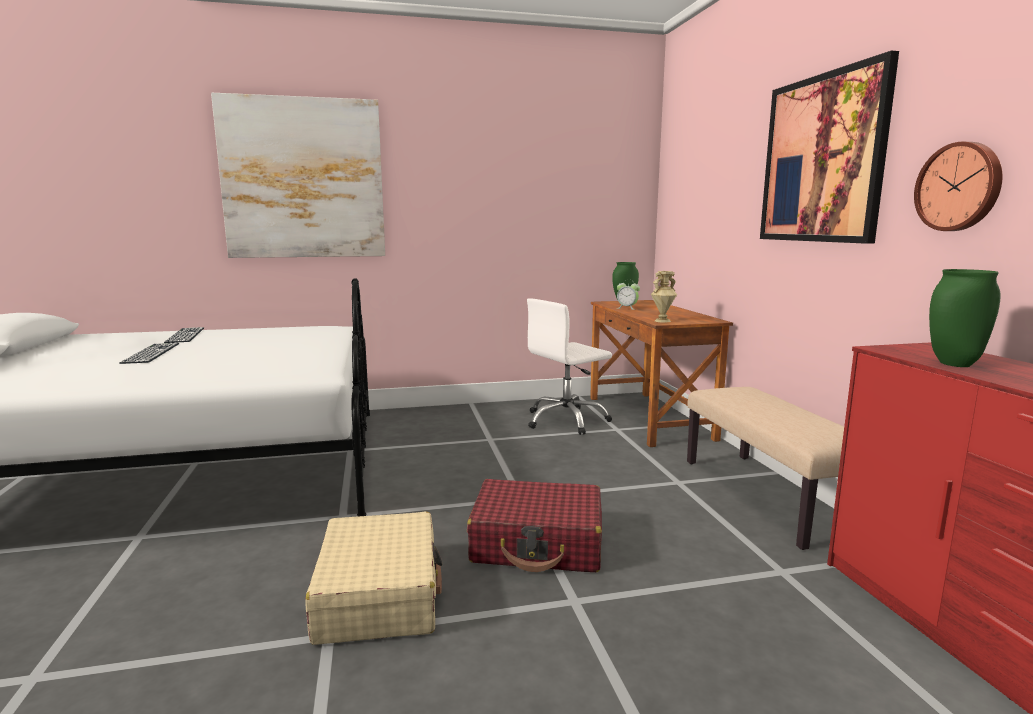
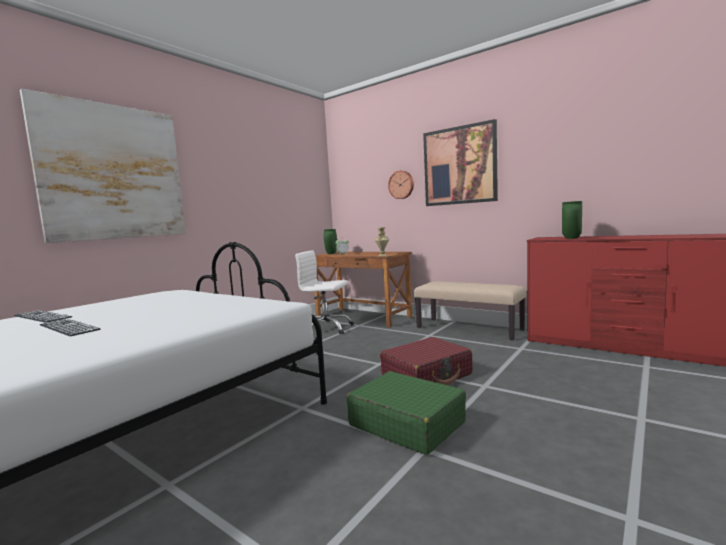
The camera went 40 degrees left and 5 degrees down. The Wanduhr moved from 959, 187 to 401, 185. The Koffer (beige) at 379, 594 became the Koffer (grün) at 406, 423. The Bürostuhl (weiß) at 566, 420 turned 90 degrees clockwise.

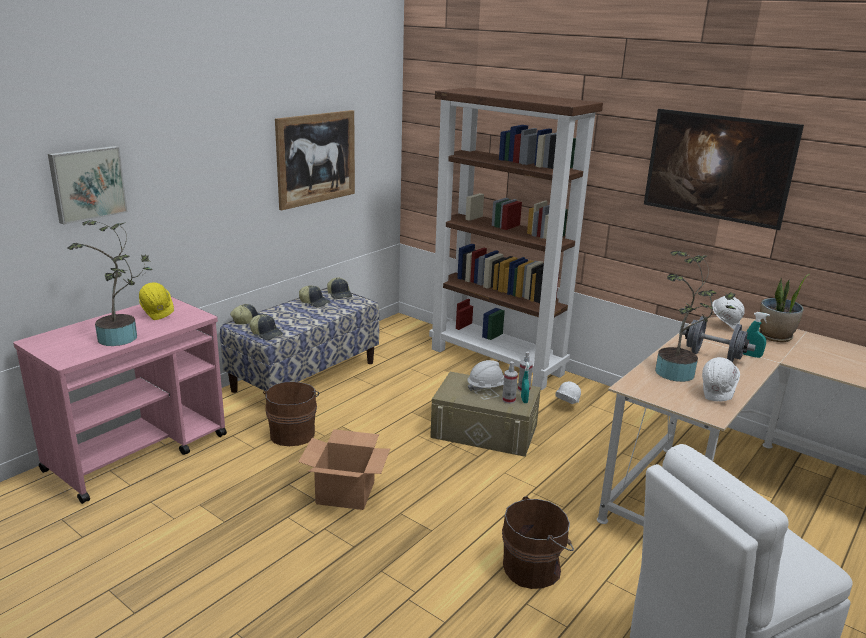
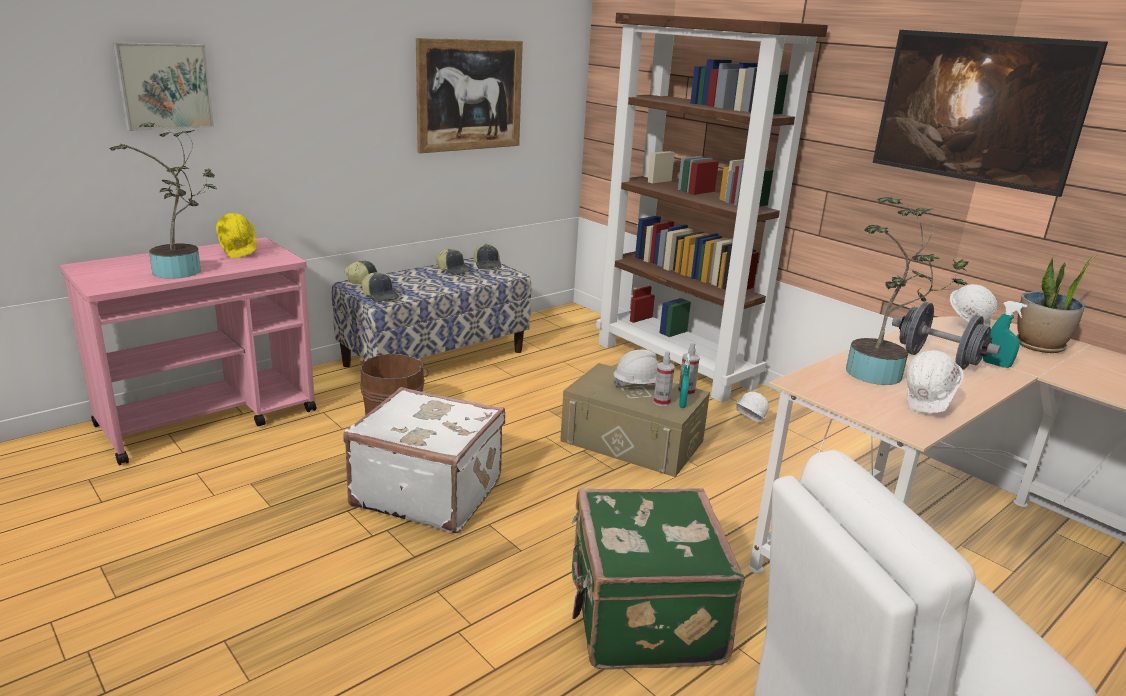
The camera went 10 degrees right and 0 degrees up. The Karton at 344, 493 was replaced by the Koffer (weiß) at 428, 492. The Eimer (braun) at 534, 567 was replaced by the Koffer (grün) at 642, 616.

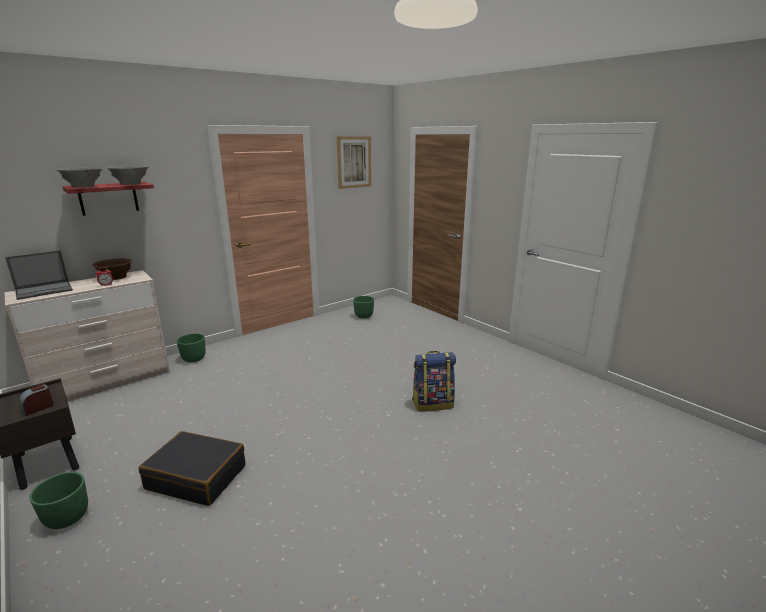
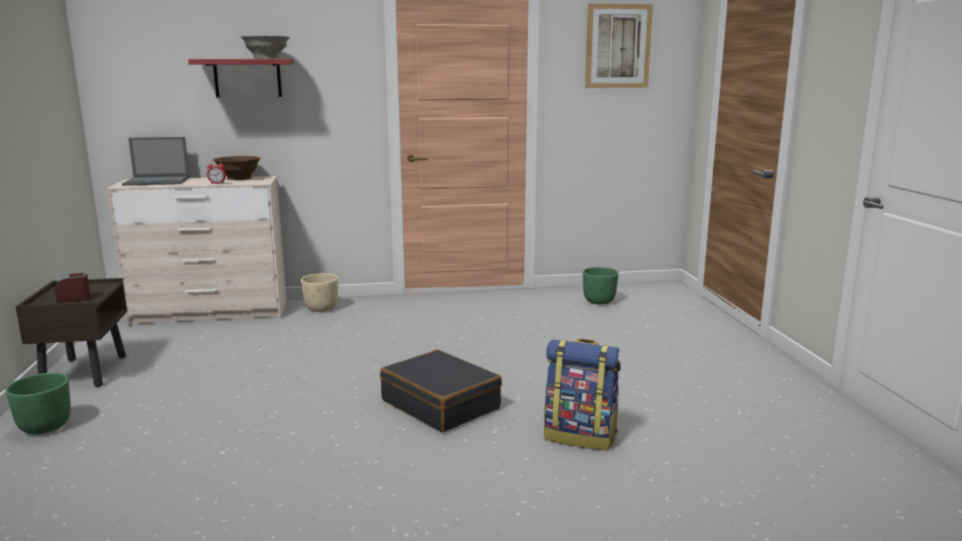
The camera went 30 degrees right and 5 degrees down. The Schüssel (grau) at 83, 186 disappeared. The Koffer (schwarz) moved from 197, 477 to 441, 404. The Pflanzkübel (grün) at 194, 359 became the Pflanzkübel (beige) at 321, 309.

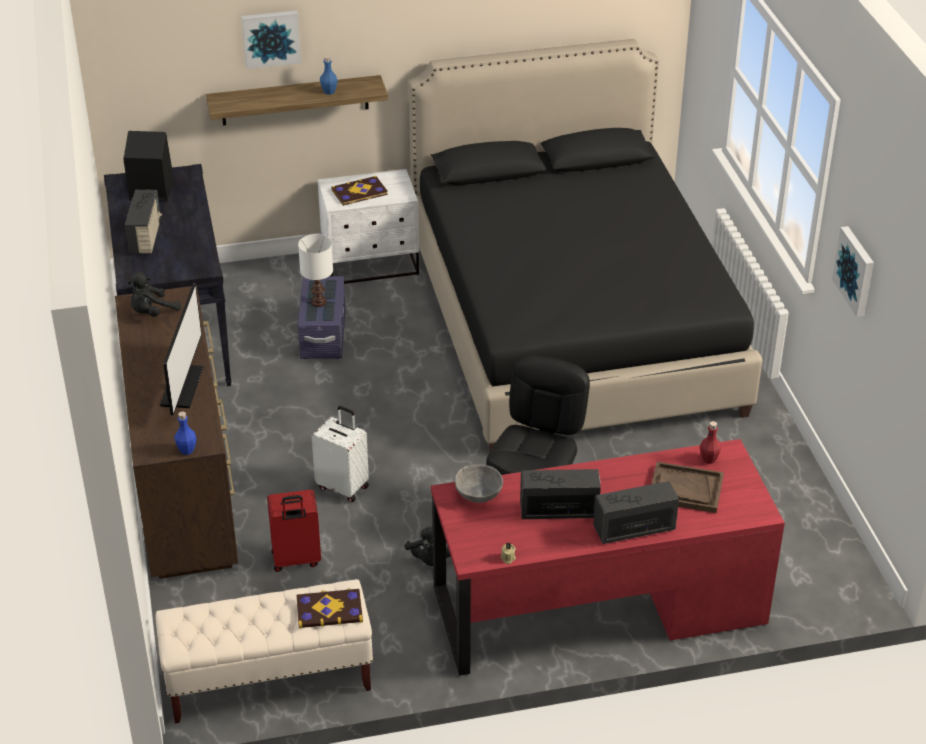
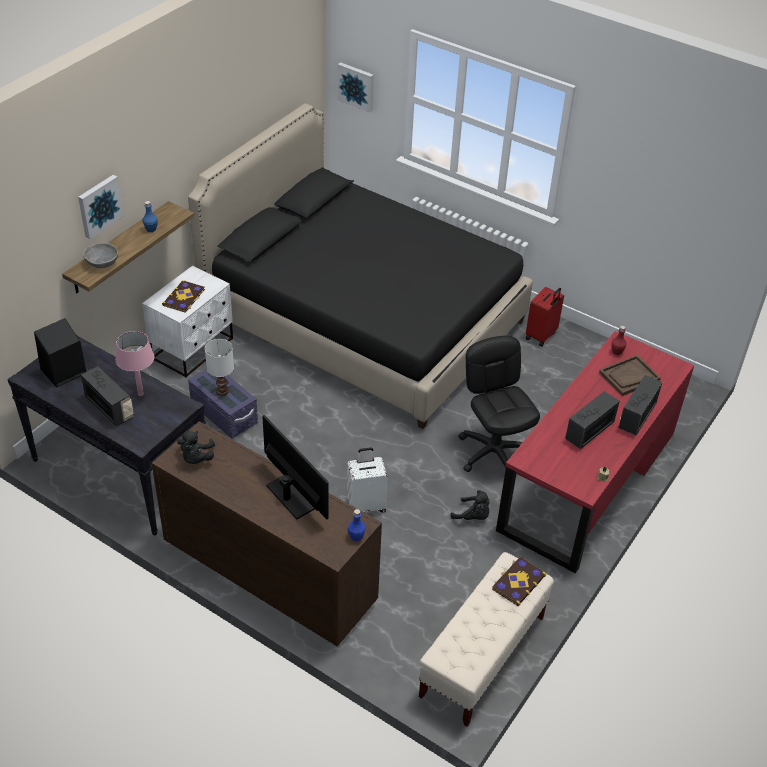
The camera went 45 degrees left and 5 degrees up. The Tischlampe (rosa) at 141, 394 appeared. The Koffer (rot) moved from 296, 560 to 541, 336. The Schüssel (grau) moved from 478, 493 to 101, 263. The Bild moved from 856, 270 to 356, 86.

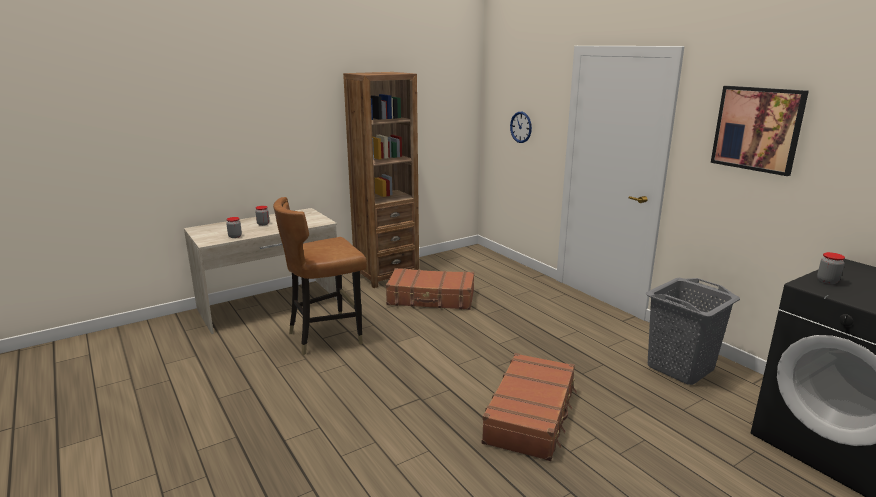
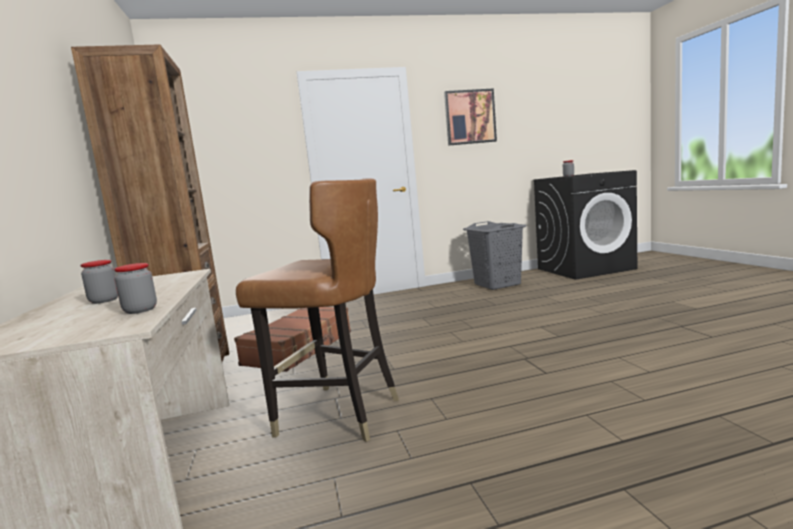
The camera went 70 degrees left and 10 degrees down. The Koffer (braun) at 531, 415 disappeared. The Wanduhr at 521, 127 disappeared. The Stuhl (braun) at 326, 336 turned 60 degrees counterclockwise.

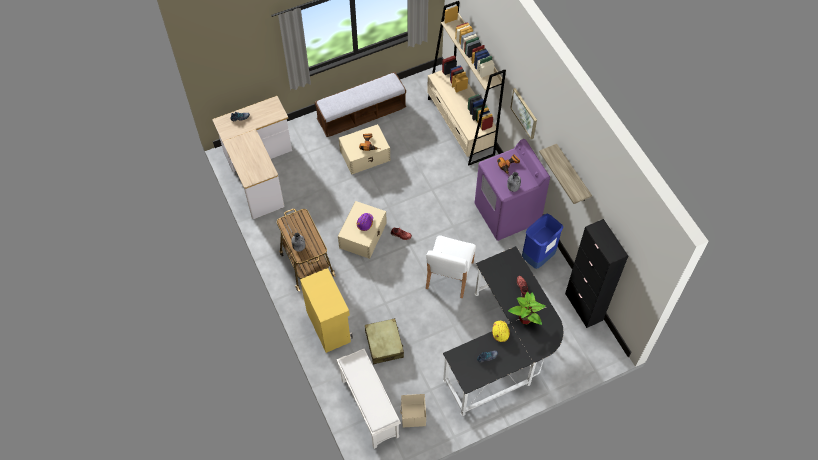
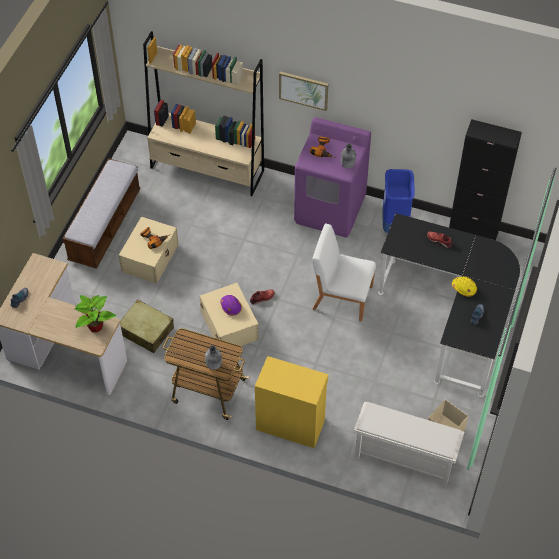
The camera went 45 degrees left and 5 degrees down. The Wandregal at 572, 174 disappeared. The Koffer (beige) moved from 384, 344 to 146, 331. The Topfpflanze moved from 526, 318 to 96, 326. The Stuhl (weiß) at 449, 275 turned 135 degrees clockwise.

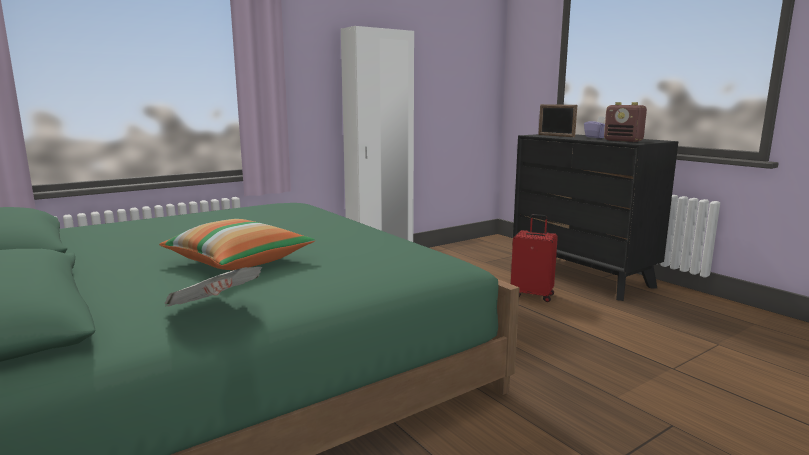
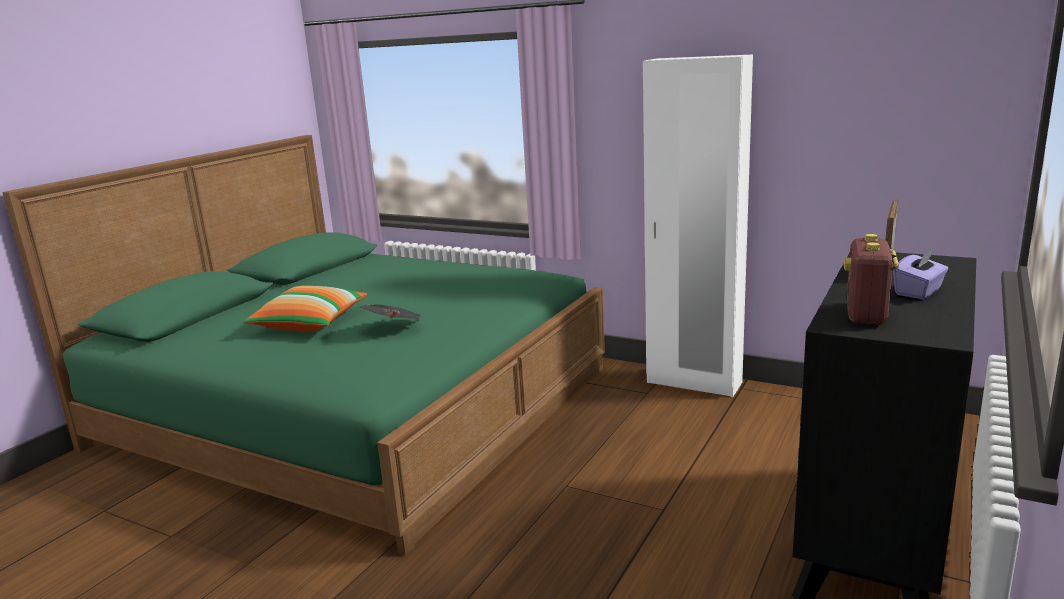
The camera went 65 degrees right and 5 degrees up. The Koffer (rot) at 532, 295 disappeared. The Zeitung moved from 215, 312 to 395, 329.

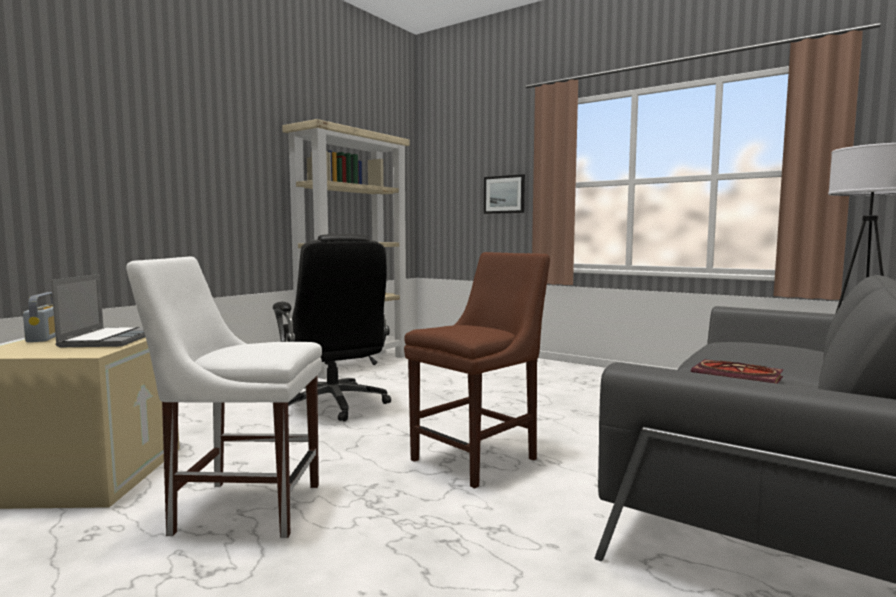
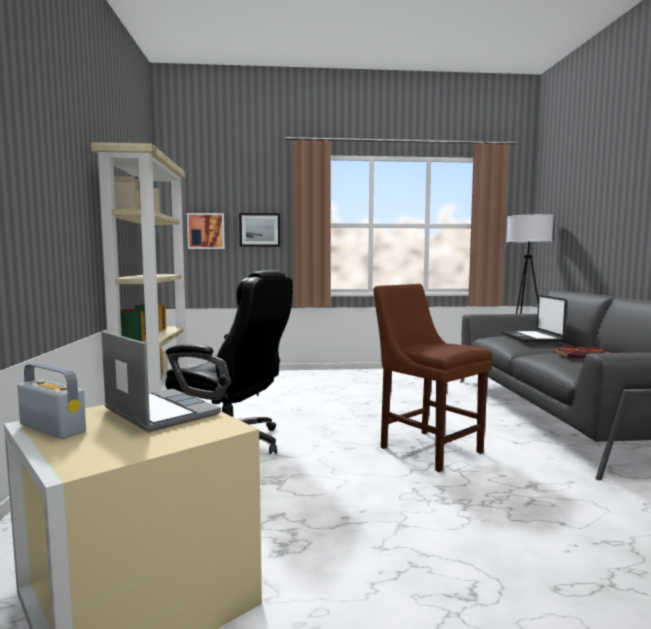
The camera went 40 degrees left and 0 degrees up. The Stuhl (weiß) at 241, 507 disappeared. The Bild at 206, 231 appeared. The Laptop at 532, 337 appeared. The Stuhl (braun) at 479, 458 turned 45 degrees counterclockwise.

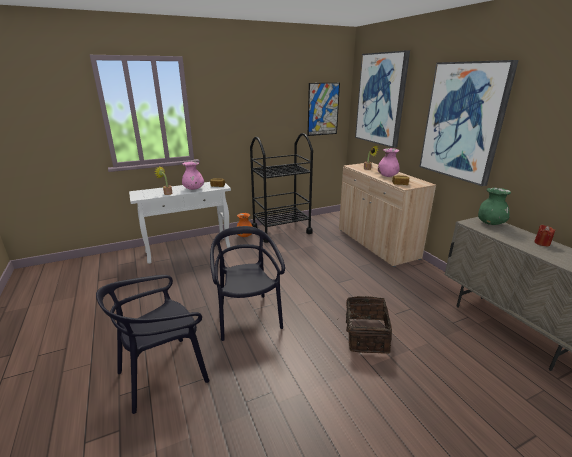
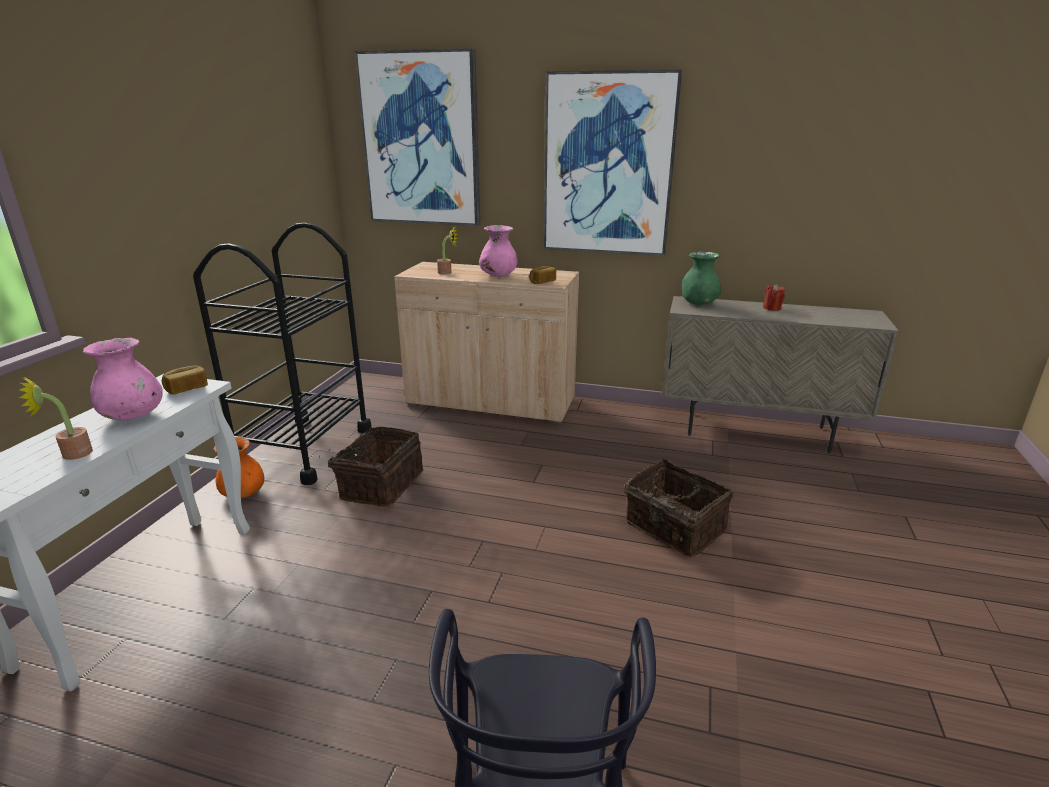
The camera went 50 degrees left and 0 degrees up. The Stuhl (schwarz) at 247, 317 disappeared. The Bild at 323, 109 disappeared. The Korb at 379, 485 appeared.

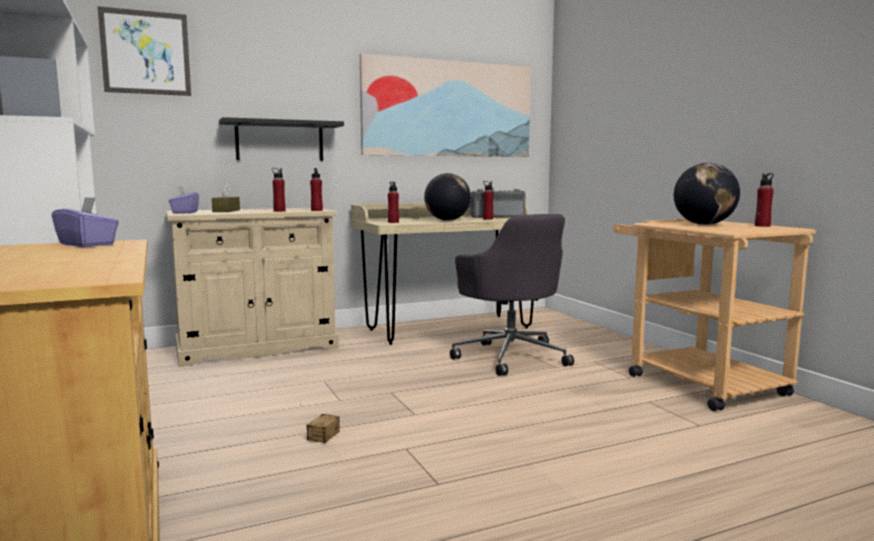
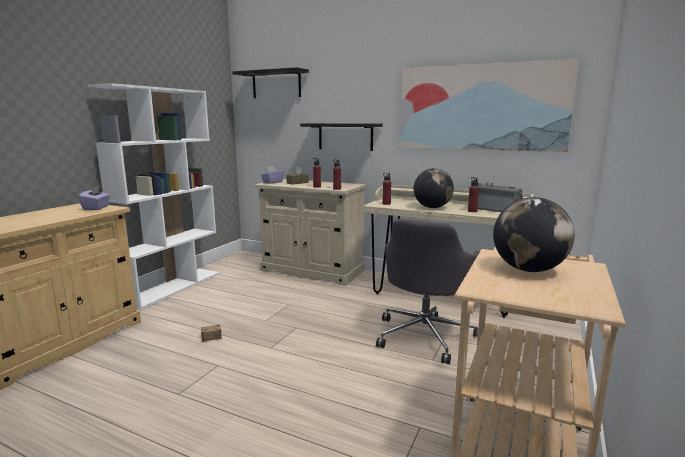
The camera went 50 degrees right and 5 degrees up. The Flasche (rot) at 762, 226 disappeared. The Bild at 146, 52 was replaced by the Wandregal (schwarz) at 276, 84.

